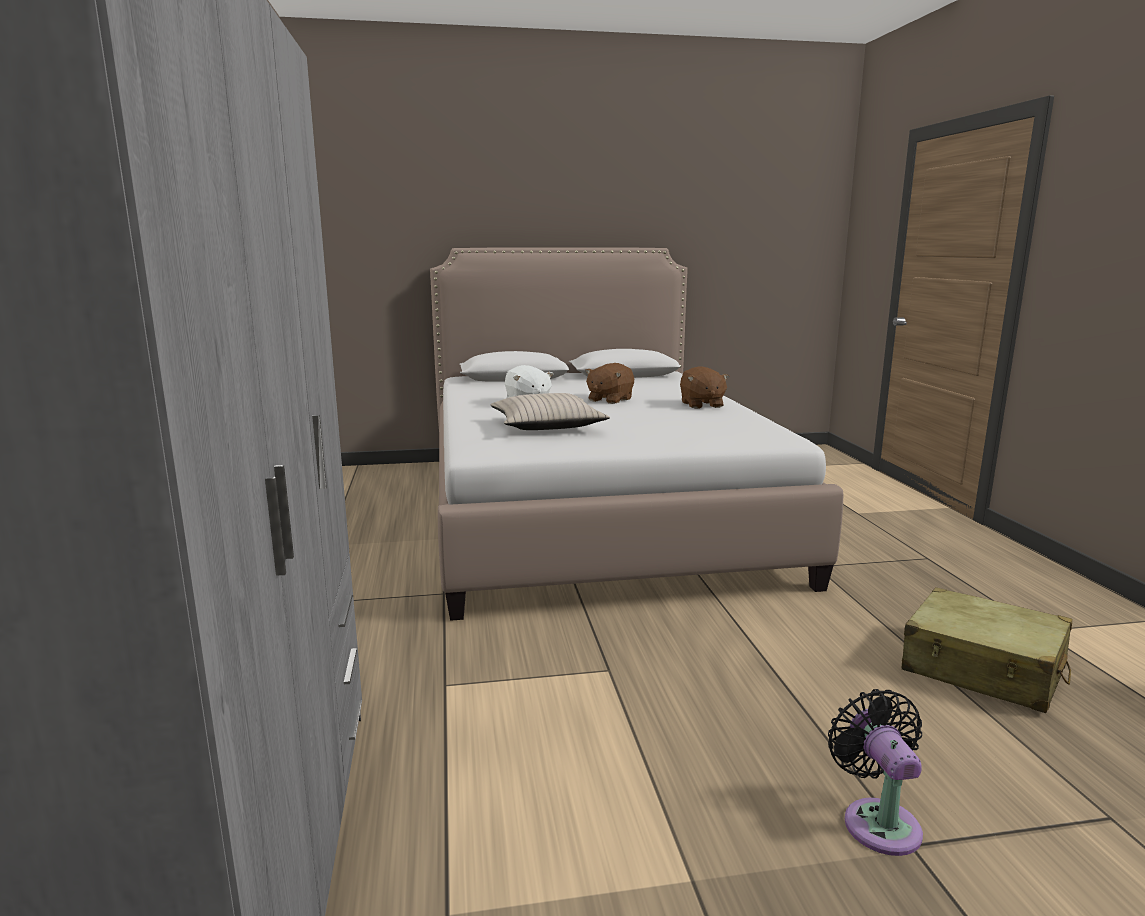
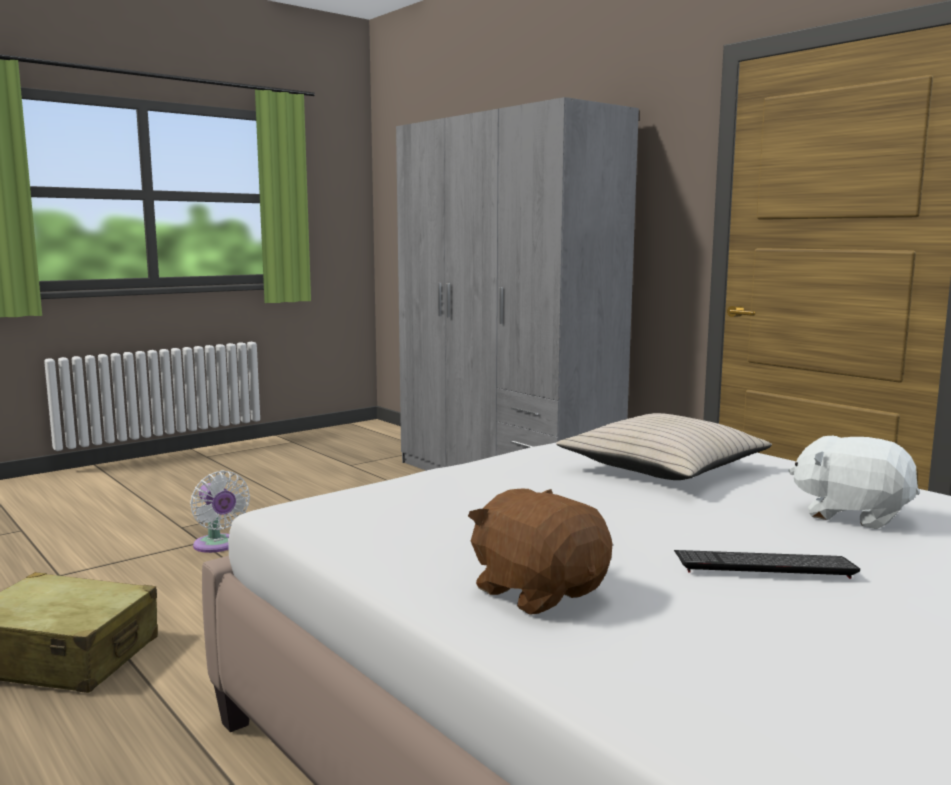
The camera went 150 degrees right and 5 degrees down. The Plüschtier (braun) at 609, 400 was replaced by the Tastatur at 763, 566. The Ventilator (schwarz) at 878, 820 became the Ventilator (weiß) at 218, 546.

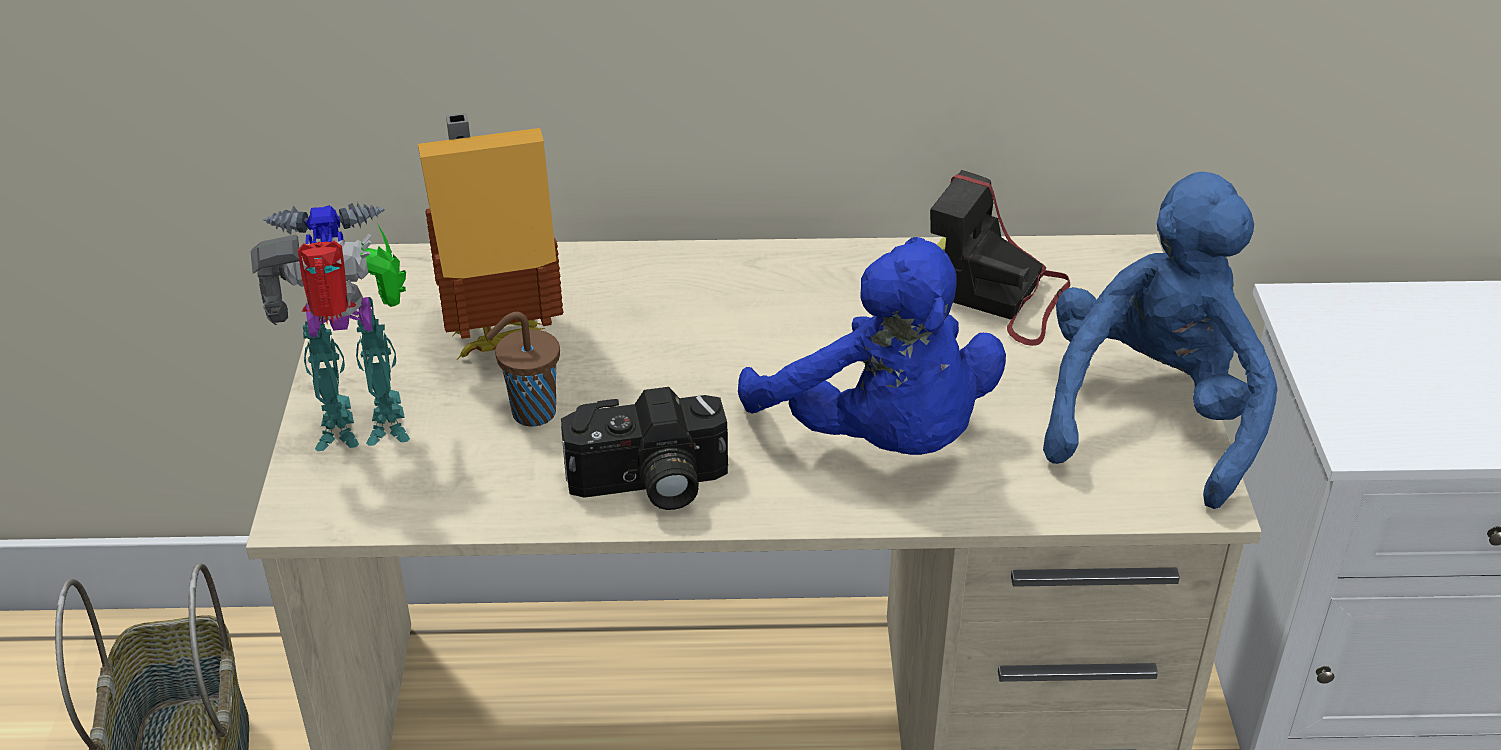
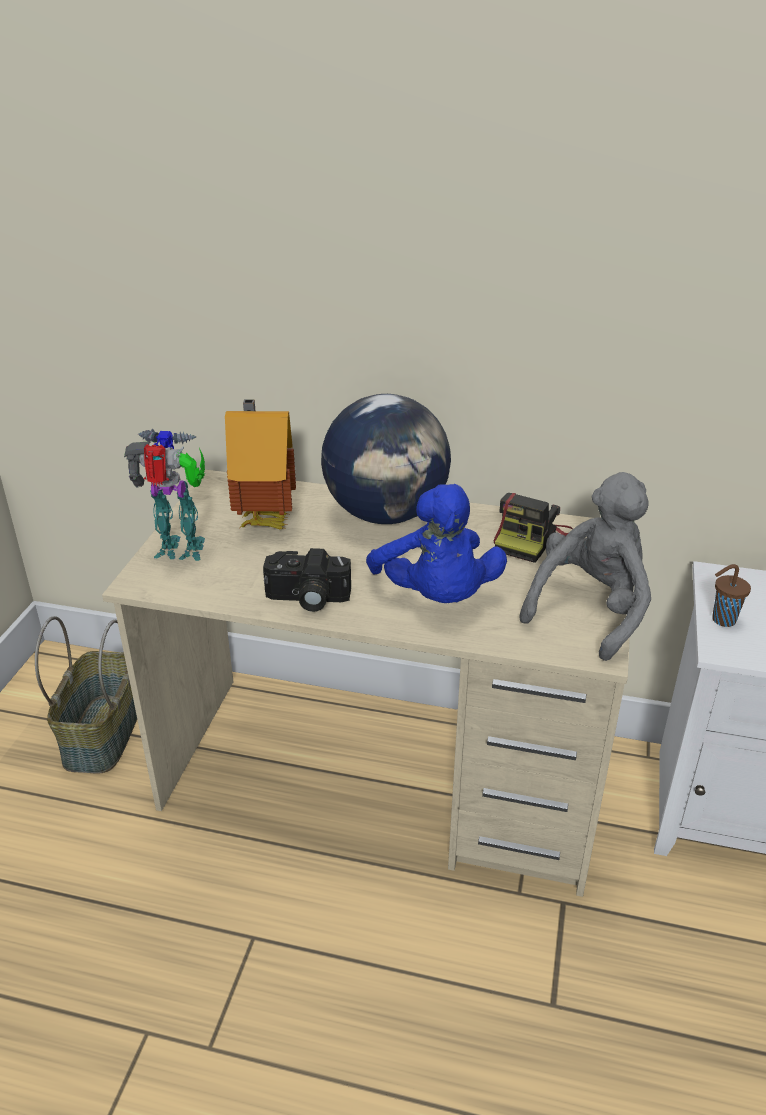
The camera went 15 degrees right and 5 degrees down. The Globus at 386, 515 appeared. The Tasse (braun) moved from 531, 413 to 722, 620. The Plüschtier (blau) at 1151, 415 became the Plüschtier (grau) at 590, 609. The Kamera at 996, 294 turned 105 degrees counterclockwise.

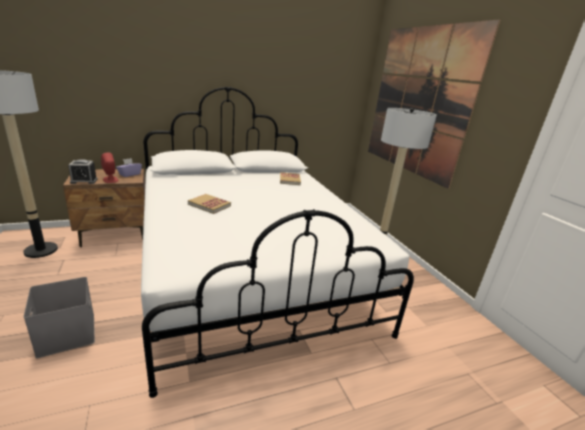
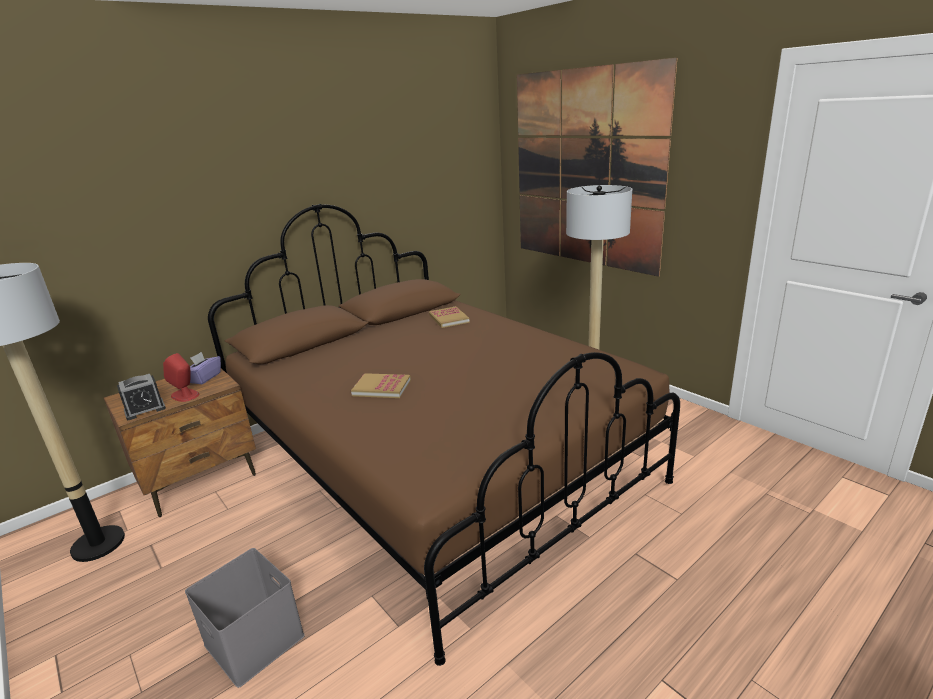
The camera went 15 degrees left and 0 degrees up. The Bett (weiß) at 249, 269 became the Bett (braun) at 437, 462.

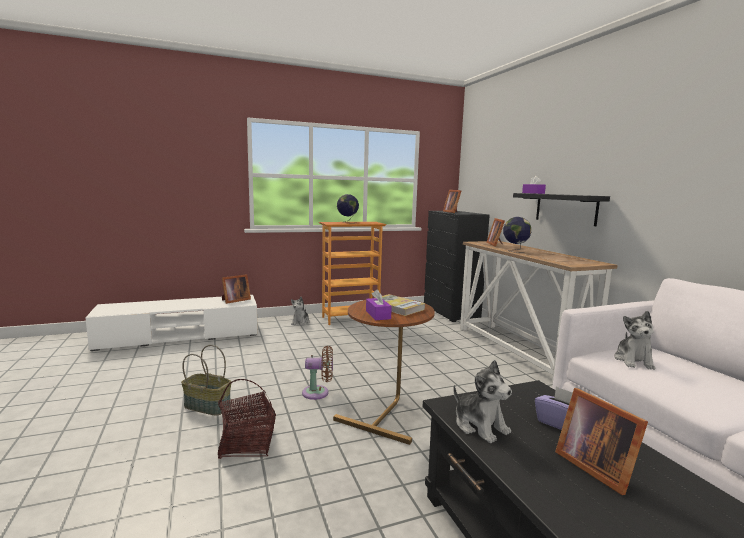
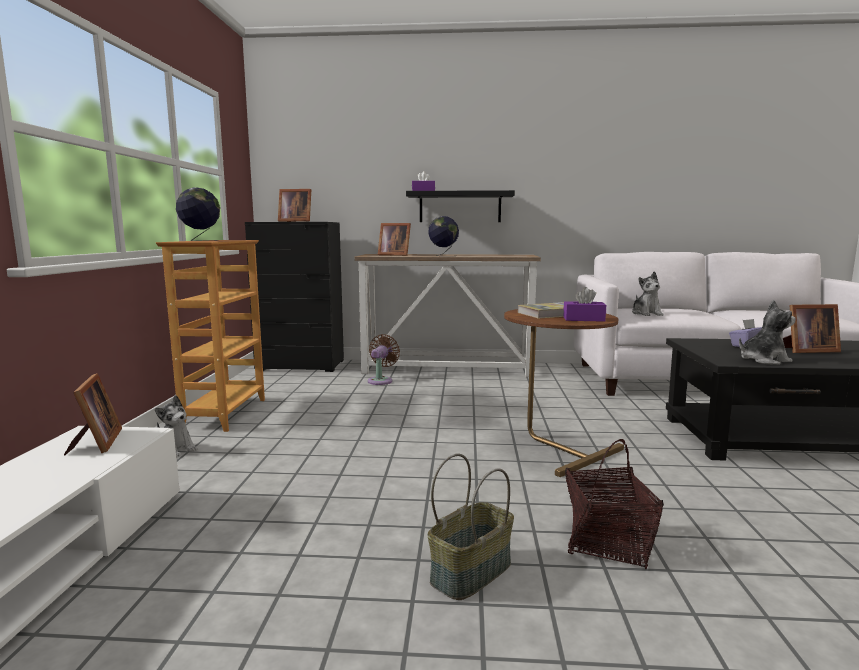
The camera went 65 degrees left and 0 degrees up. The Ventilator (braun) moved from 318, 393 to 381, 380. The Plüschtier at 633, 361 turned 45 degrees clockwise.

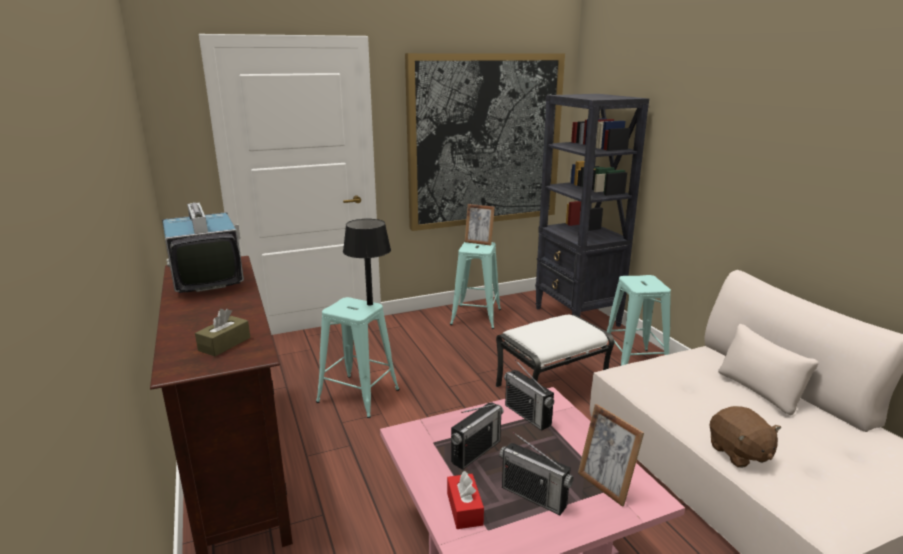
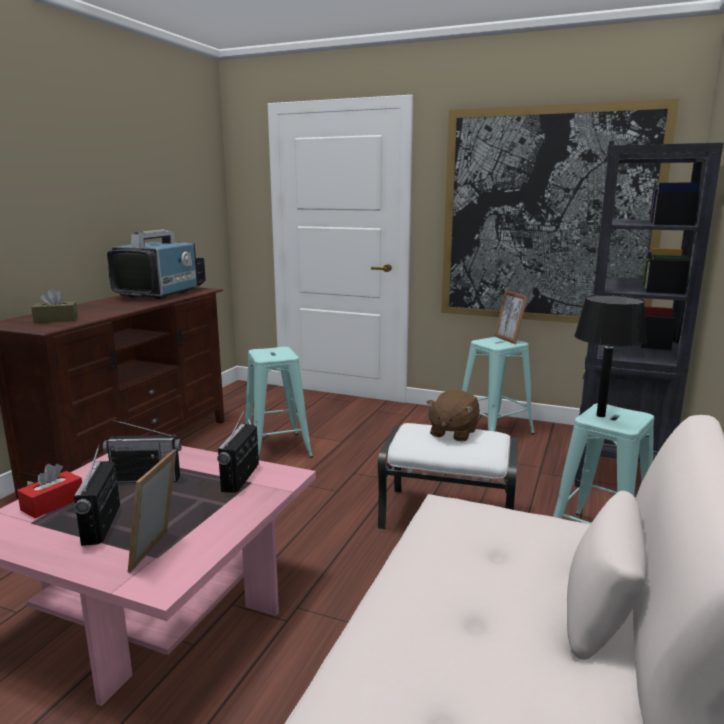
The camera went 45 degrees right and 5 degrees down. The Tischlampe (schwarz) moved from 369, 304 to 600, 415. The Plüschtier (braun) moved from 739, 453 to 452, 432.

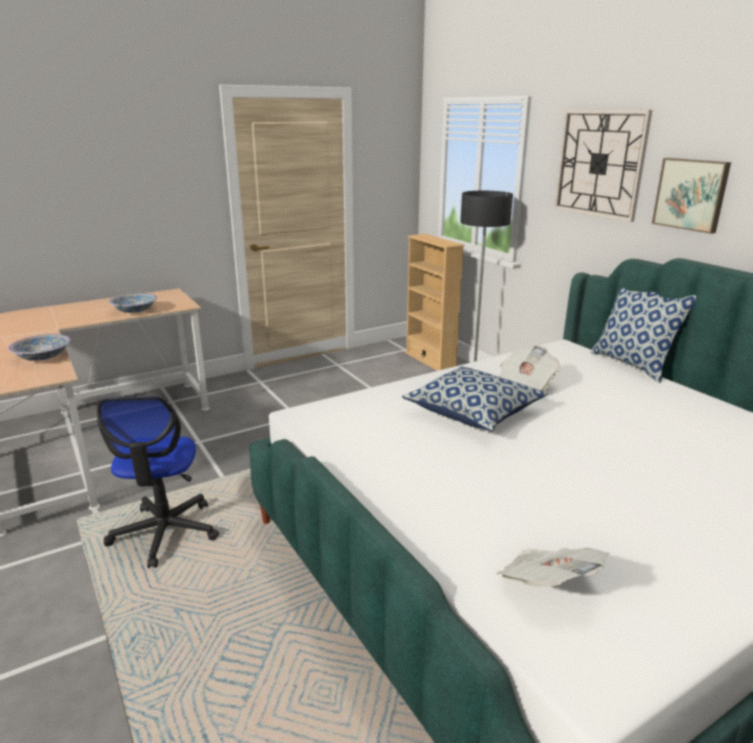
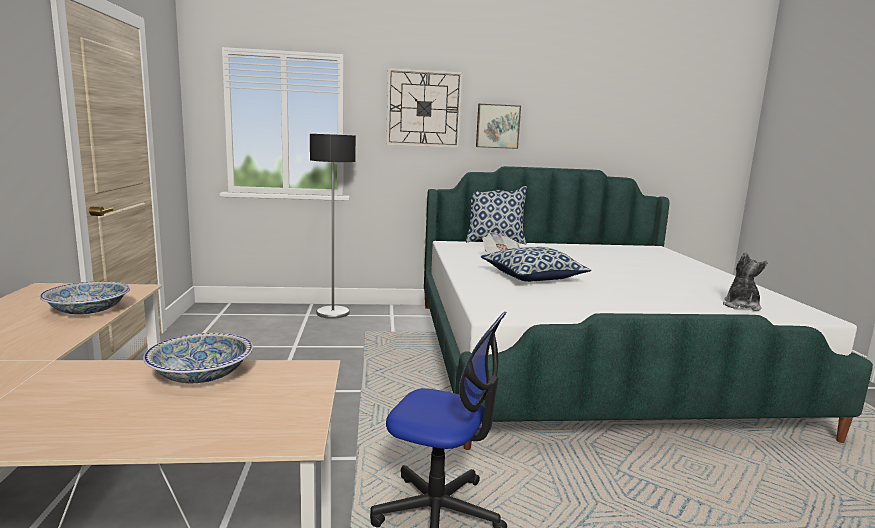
The camera went 65 degrees left and 10 degrees down. The Bücherregal (beige) at 430, 360 disappeared. The Zeitung at 547, 585 was replaced by the Plüschtier at 741, 306.

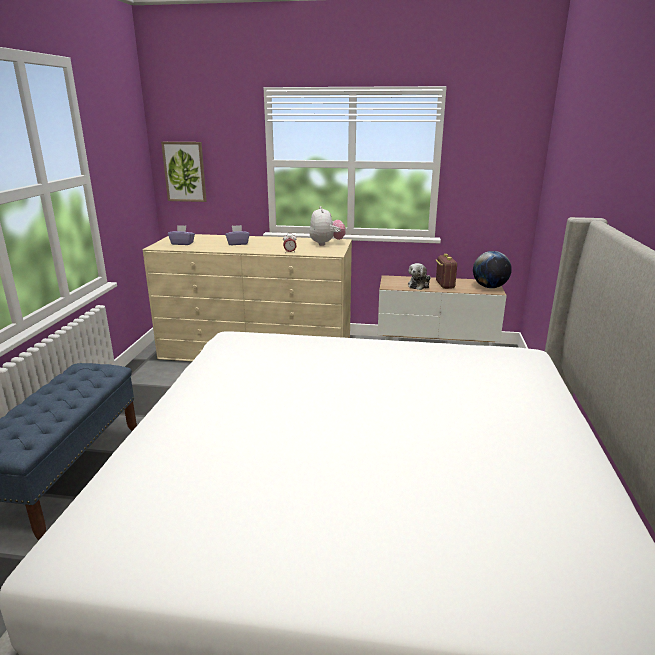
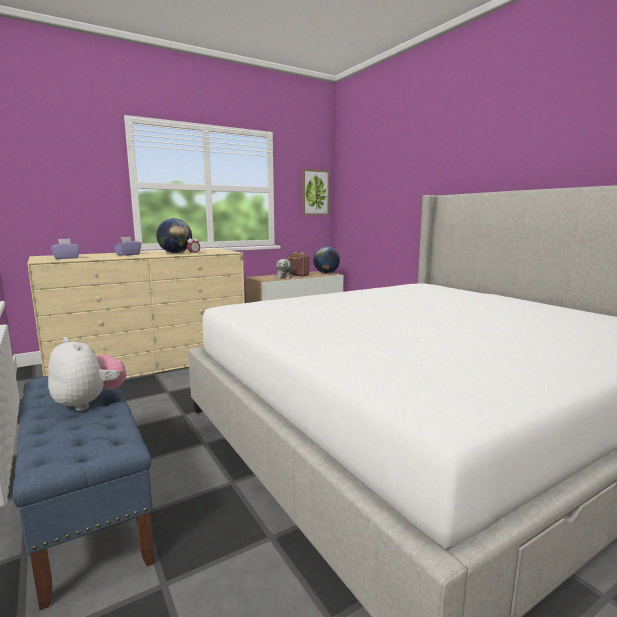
The camera went 40 degrees left and 10 degrees down. The Globus at 175, 253 appeared. The Bild moved from 185, 171 to 315, 192. The Plüschtier moved from 326, 244 to 89, 403.

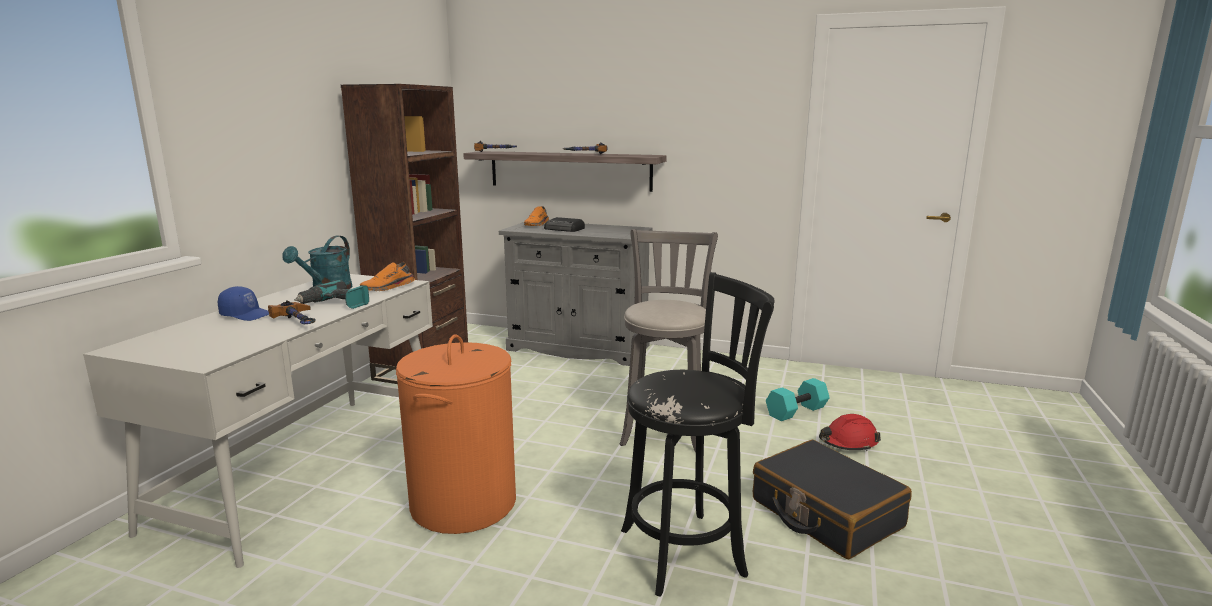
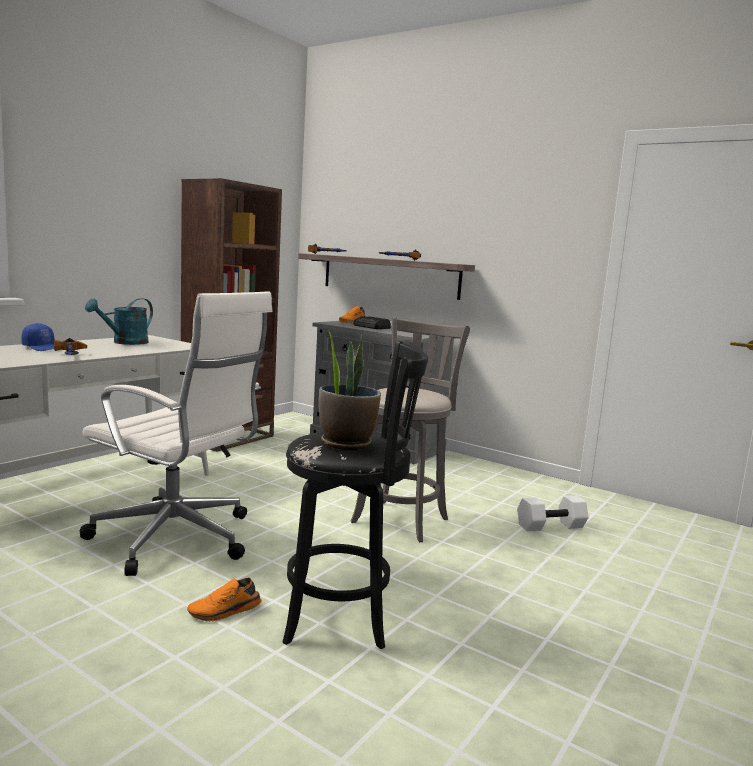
The camera went 15 degrees right and 5 degrees down. The Bohrmaschine at 335, 304 disappeared. The Koffer (schwarz) at 825, 513 disappeared. The Schutzhelm (rot) at 848, 443 disappeared. The Topfpflanze at 346, 443 appeared. The Schuh (orange) moved from 388, 287 to 225, 612. The Wäschekorb (orange) at 464, 504 was replaced by the Bürostuhl (weiß) at 177, 539. The Hantel (türkis) at 796, 411 became the Hantel (weiß) at 551, 526.

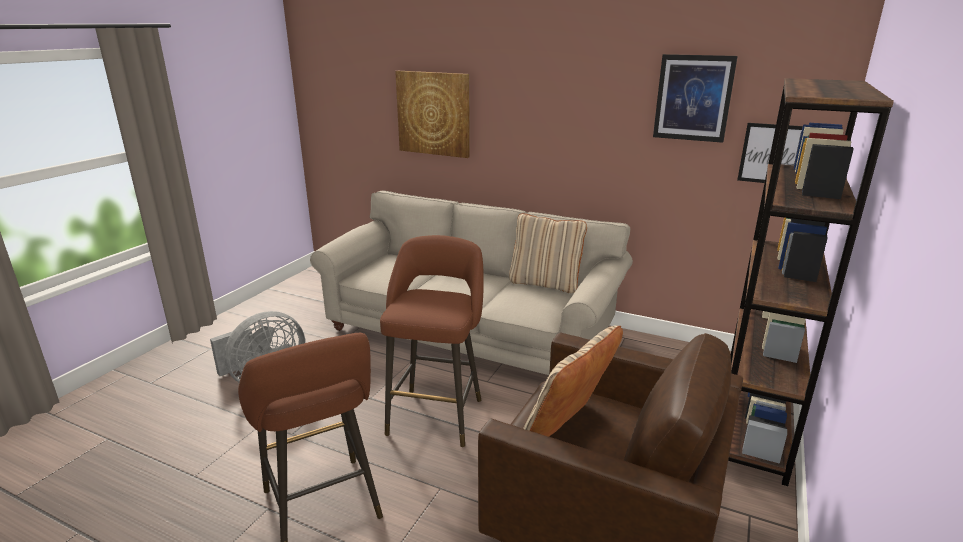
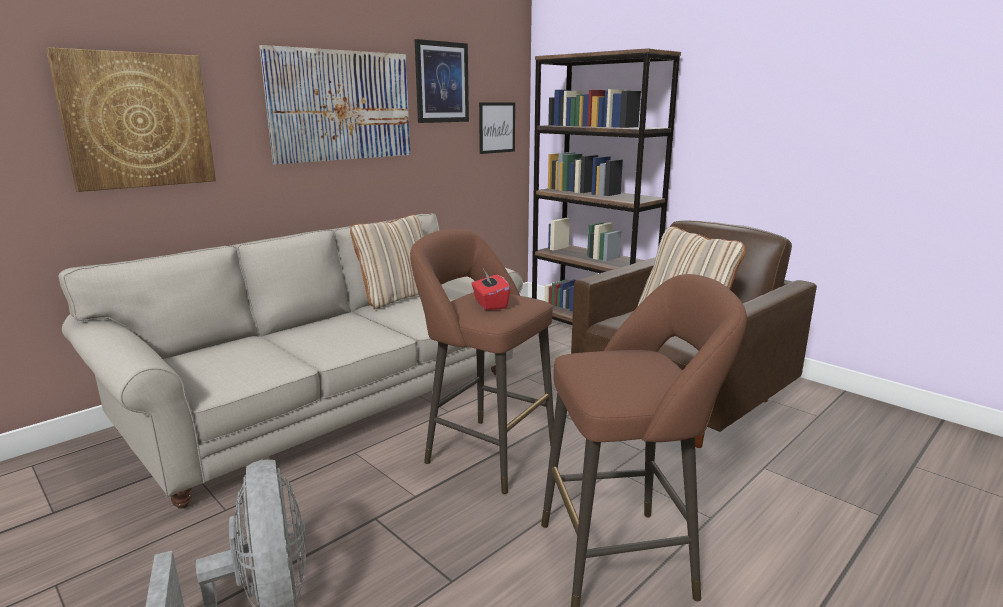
The camera went 70 degrees left and 5 degrees down. The Bild at 341, 106 appeared. The Taschentuchbox (rot) at 490, 304 appeared.

